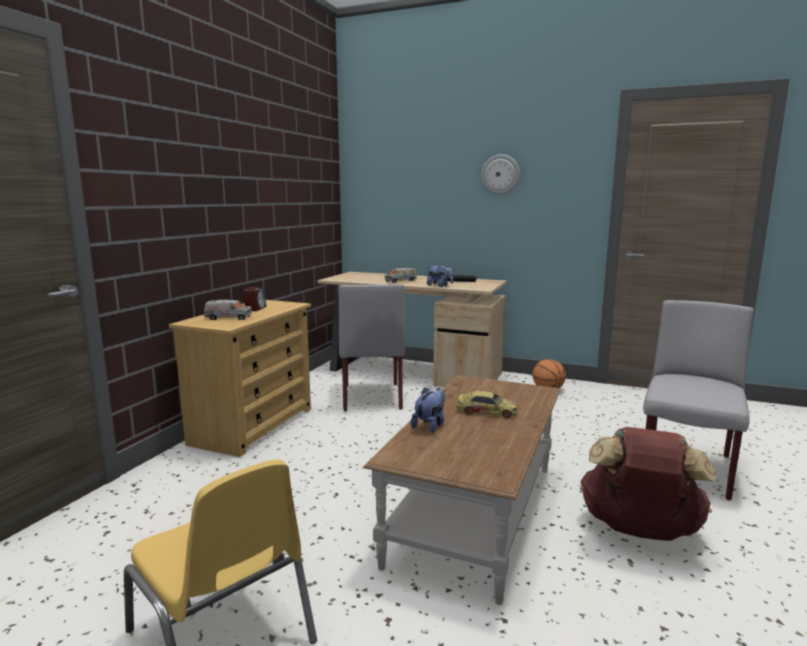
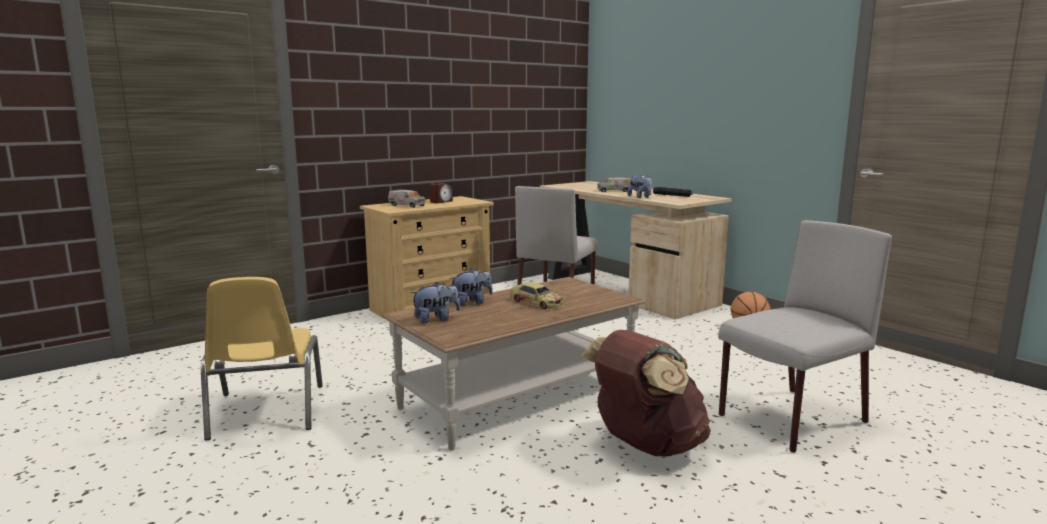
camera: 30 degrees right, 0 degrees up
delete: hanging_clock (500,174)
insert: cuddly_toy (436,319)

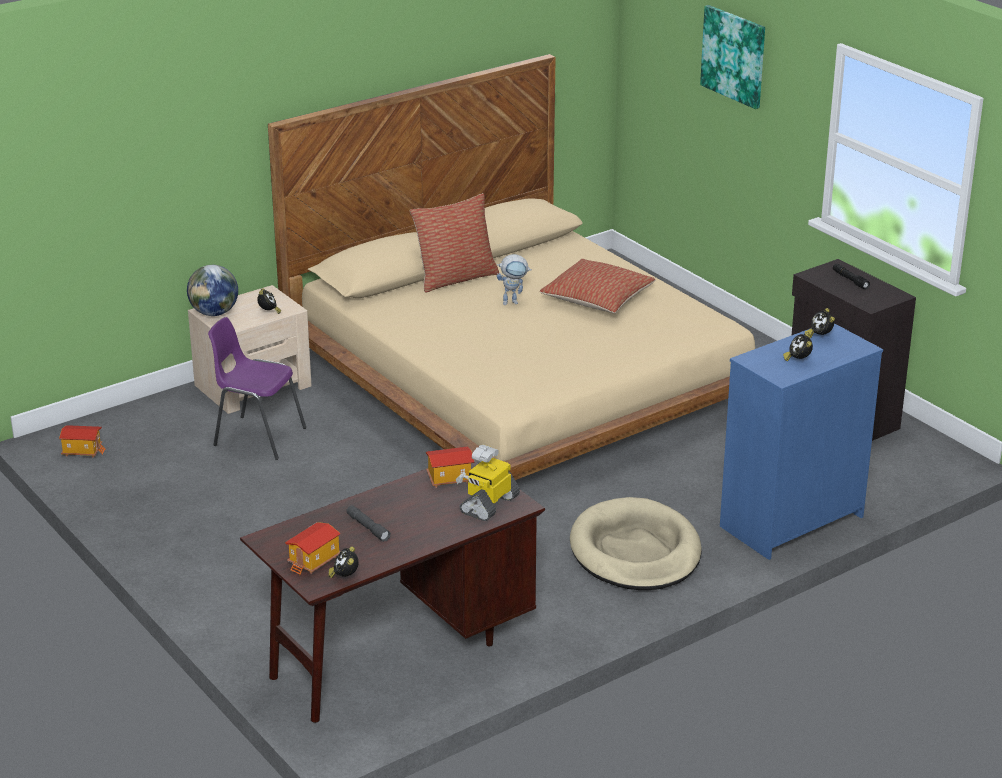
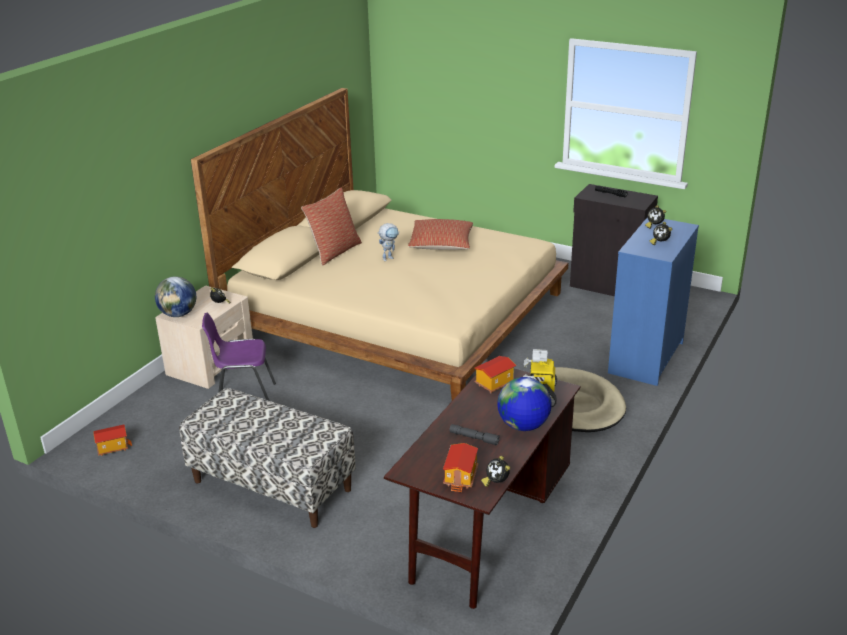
camera: 25 degrees left, 0 degrees up
delete: wall_picture (734,56)
insert: long_seat (271,486); desk_globe (523,426)

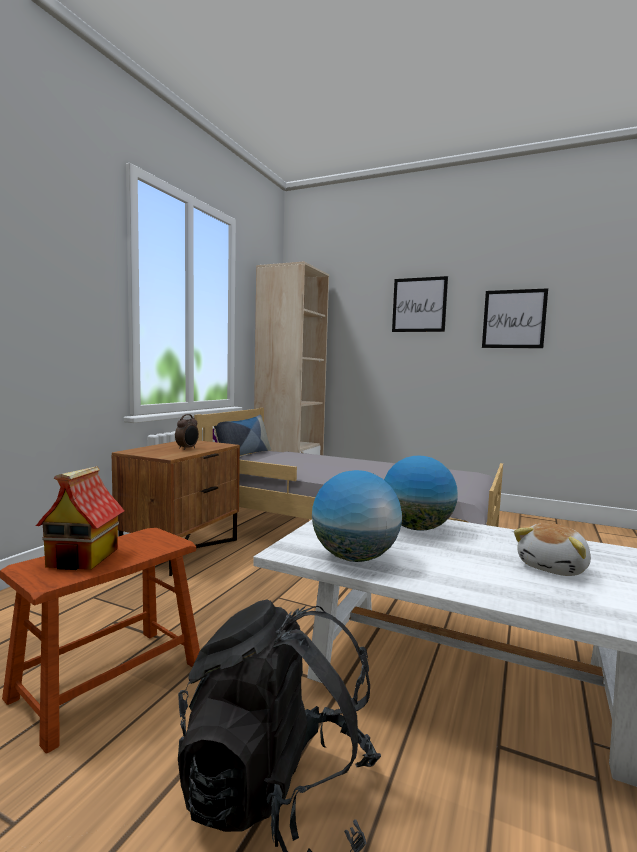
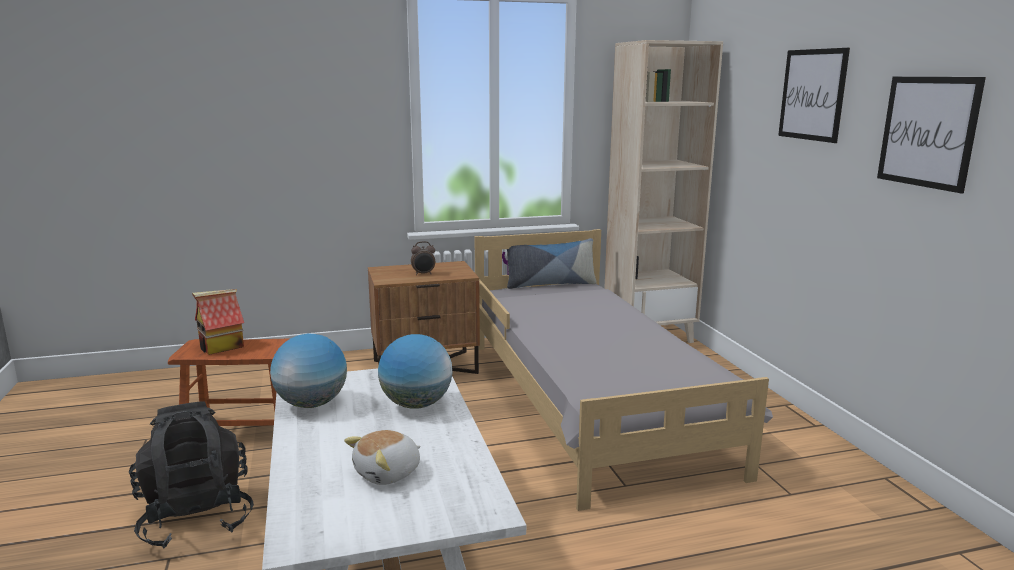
camera: 50 degrees right, 10 degrees up
rotate: cuddly_toy (554,567) = (388,473) 45 degrees counterclockwise

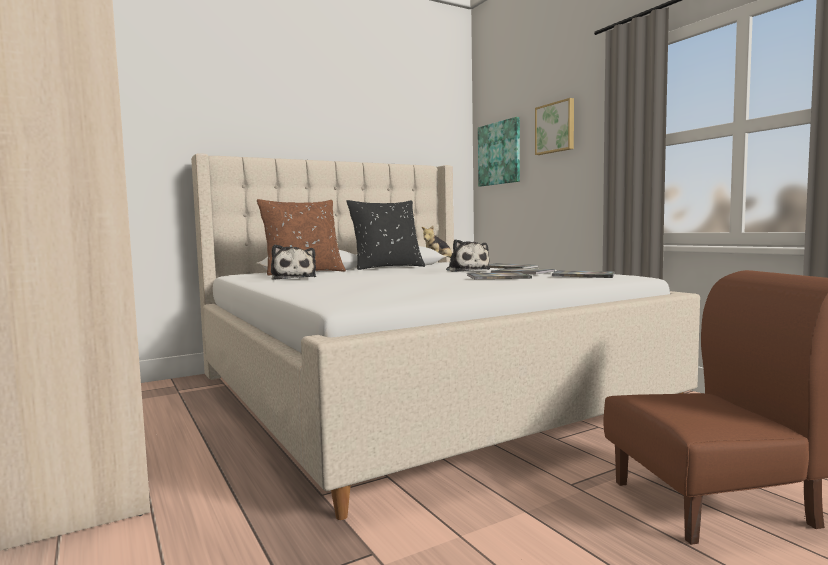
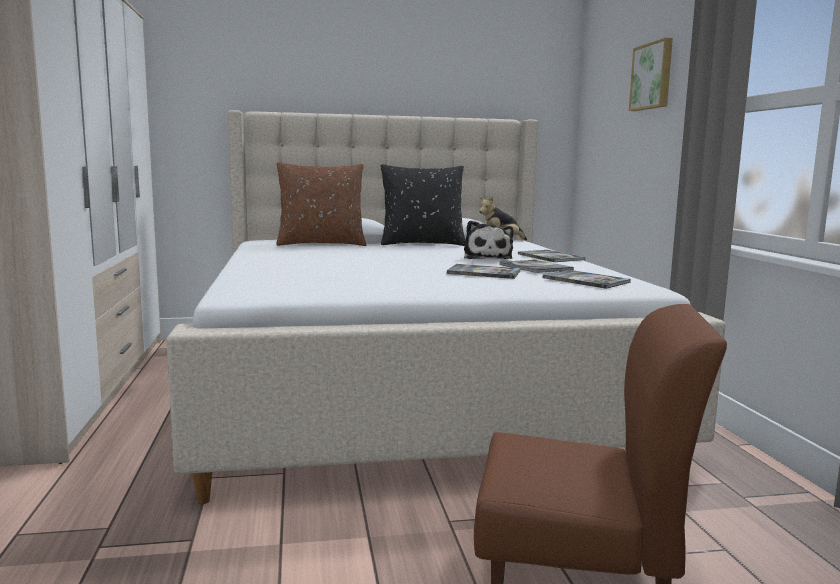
camera: 20 degrees right, 5 degrees up
delete: cuddly_toy (293,278); wall_picture (499,153)

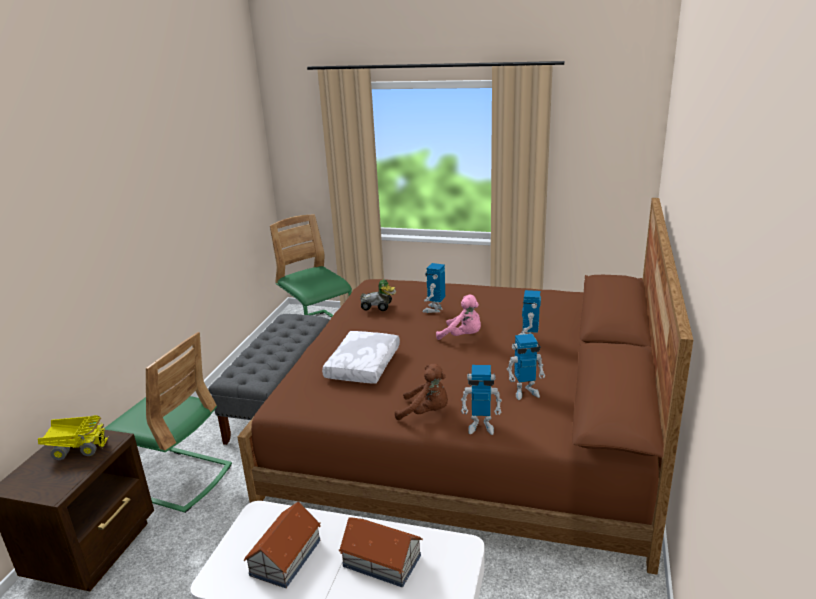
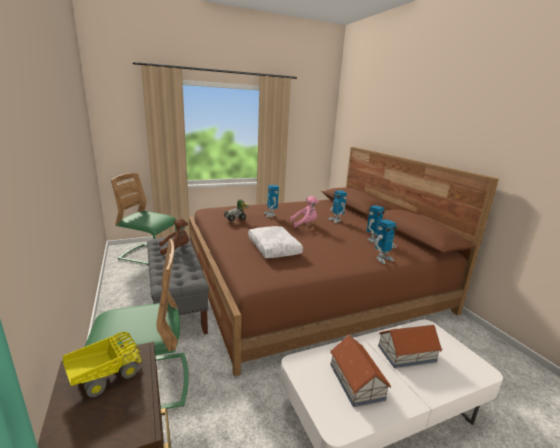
camera: 40 degrees left, 5 degrees down
move: brown_cuddly_toy (426,412) to (176,249)

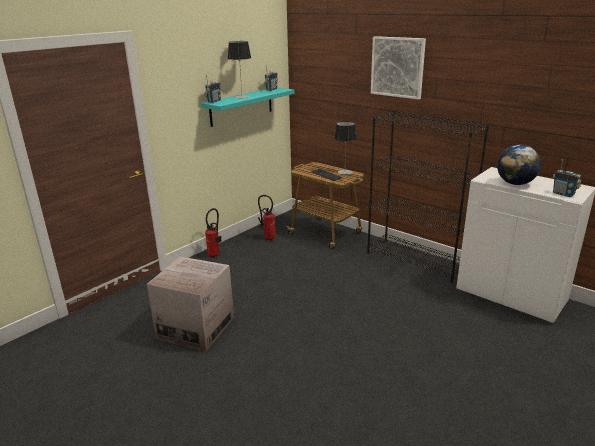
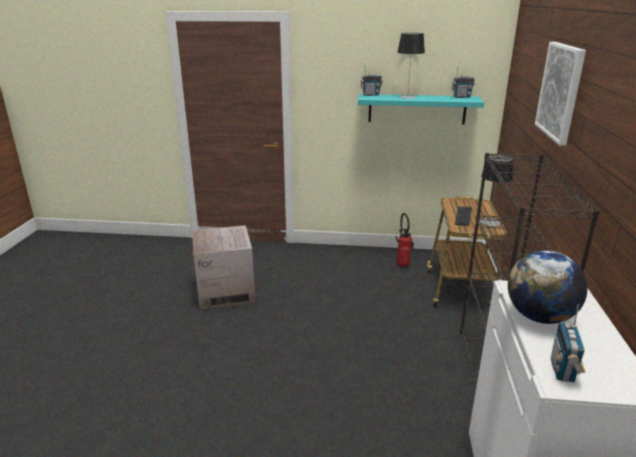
camera: 55 degrees right, 0 degrees up
delete: fire-fighting_cylinder (215,255)

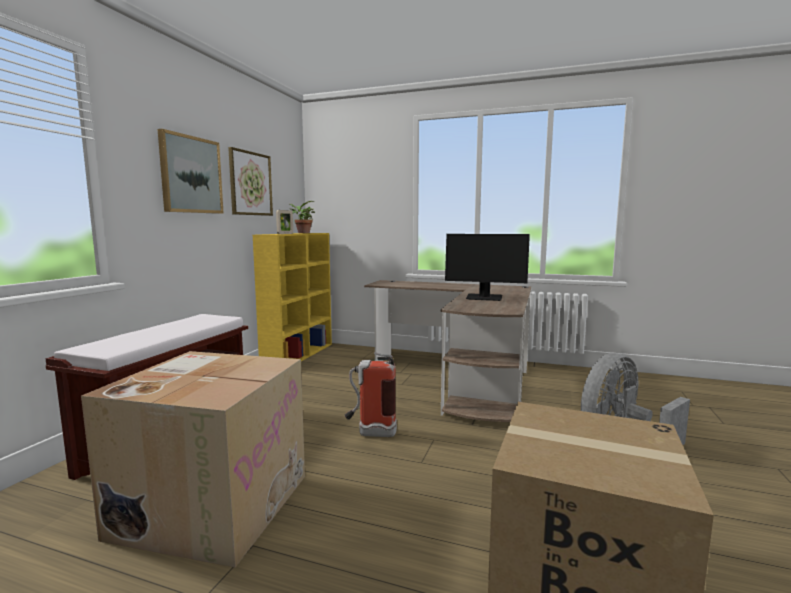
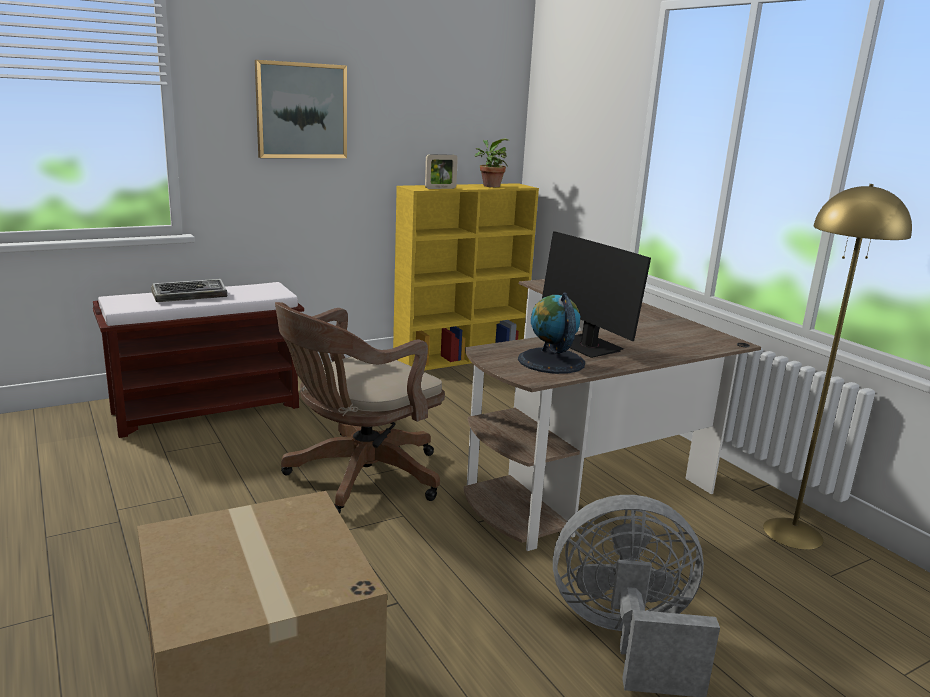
camera: 40 degrees right, 10 degrees up
delete: carton (212,503); wall_picture (250,183)
insert: PC_keyboard (190,296); desk_globe (551,361); yellowish_floor_lamp (793,533)
replace: fire-fighting_cylinder (370,433) to brown_office_chair (358,478)

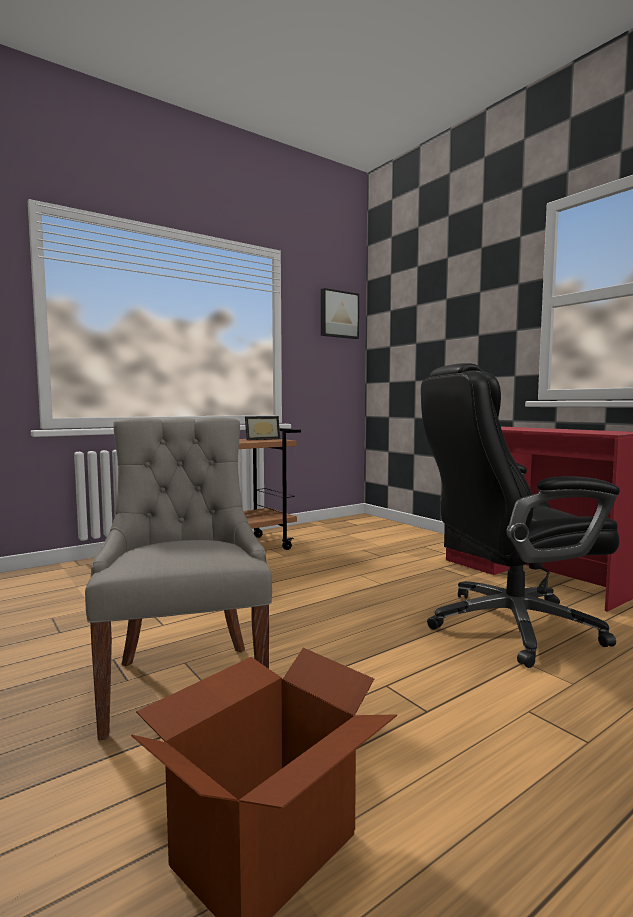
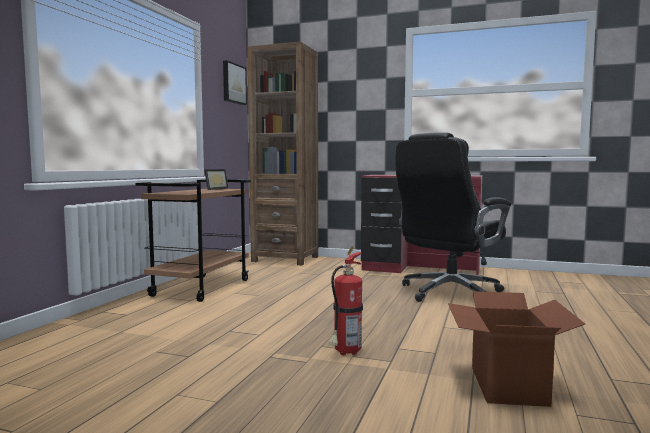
camera: 35 degrees left, 0 degrees up
insert: brown_bookcase (285,259)
replace: greyish_plain_chair (186,684) to fire-fighting_cylinder (345,353)

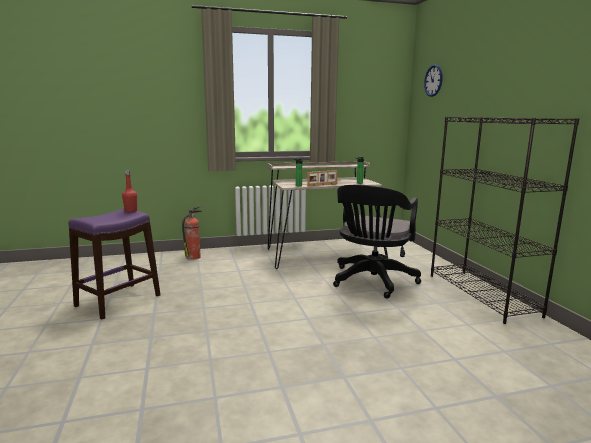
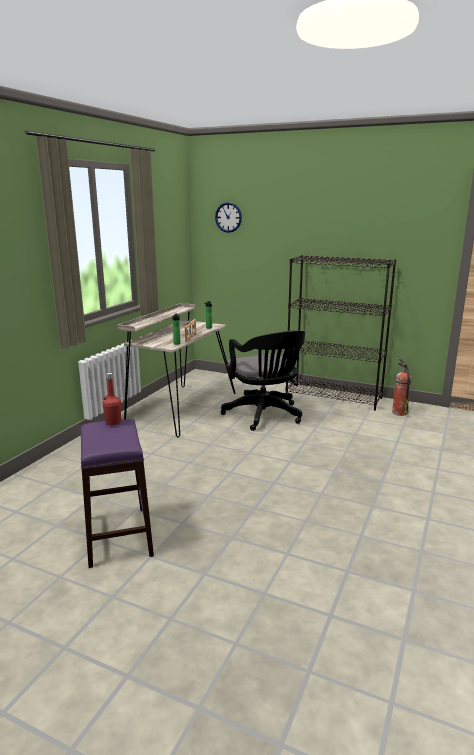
camera: 50 degrees left, 5 degrees up
move: fire-fighting_cylinder (194,257) to (399,412)

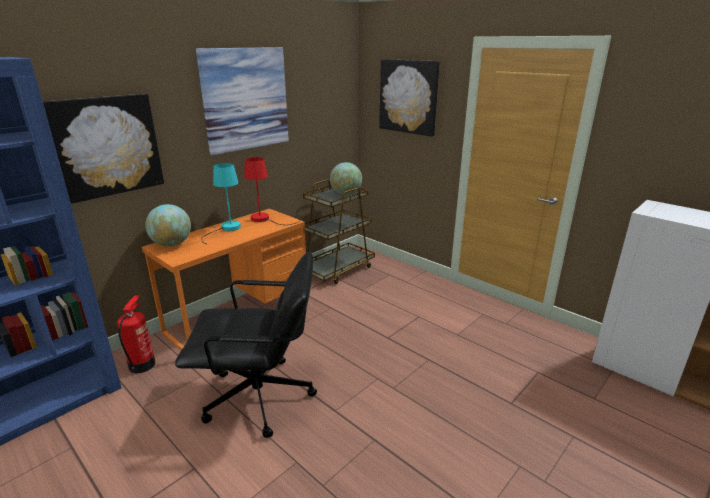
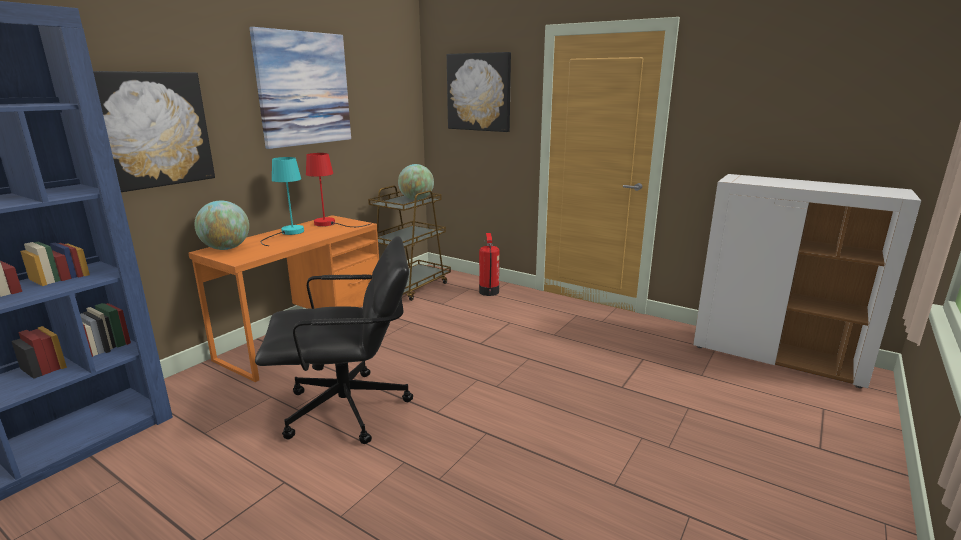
camera: 10 degrees left, 5 degrees down
move: fire-fighting_cylinder (142,364) to (489,291)

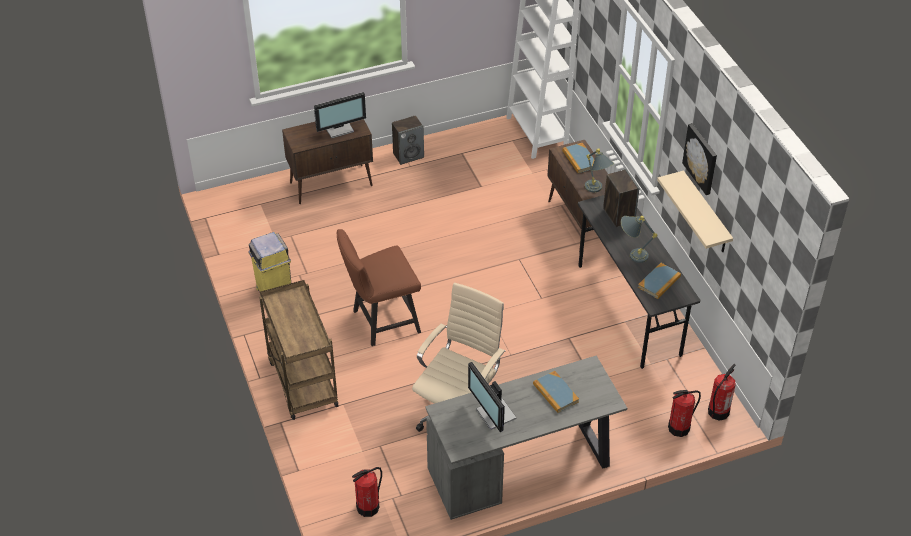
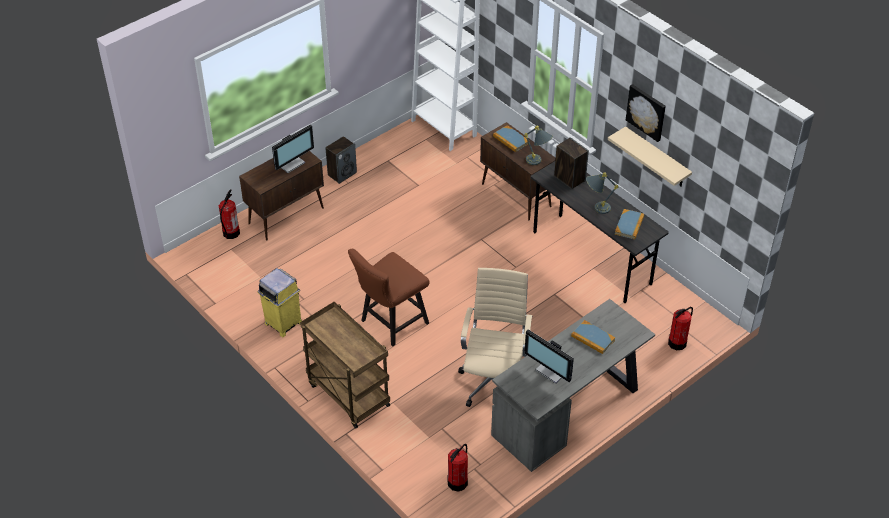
camera: 20 degrees left, 0 degrees up
move: fire-fighting_cylinder (718,412) to (231,233)

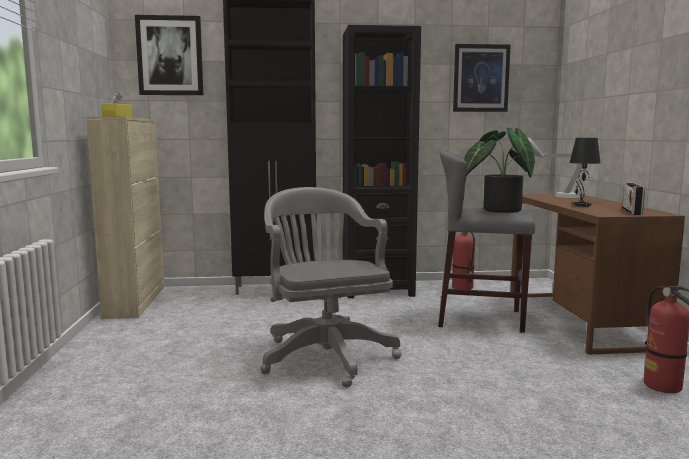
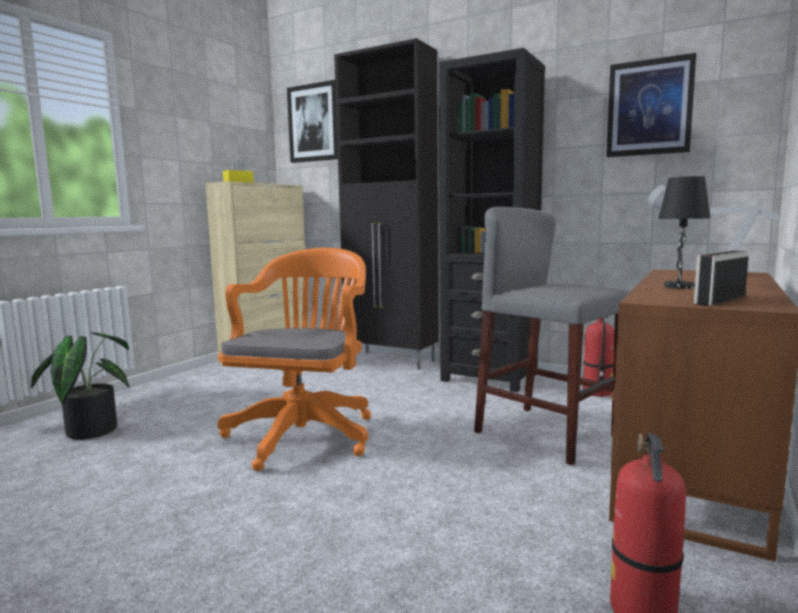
camera: 35 degrees right, 0 degrees up
move: potted_plant (497,210) to (89,429)
recolor: greyish_office_chair (325,355) to orange-coloured_office_chair (305,433)

